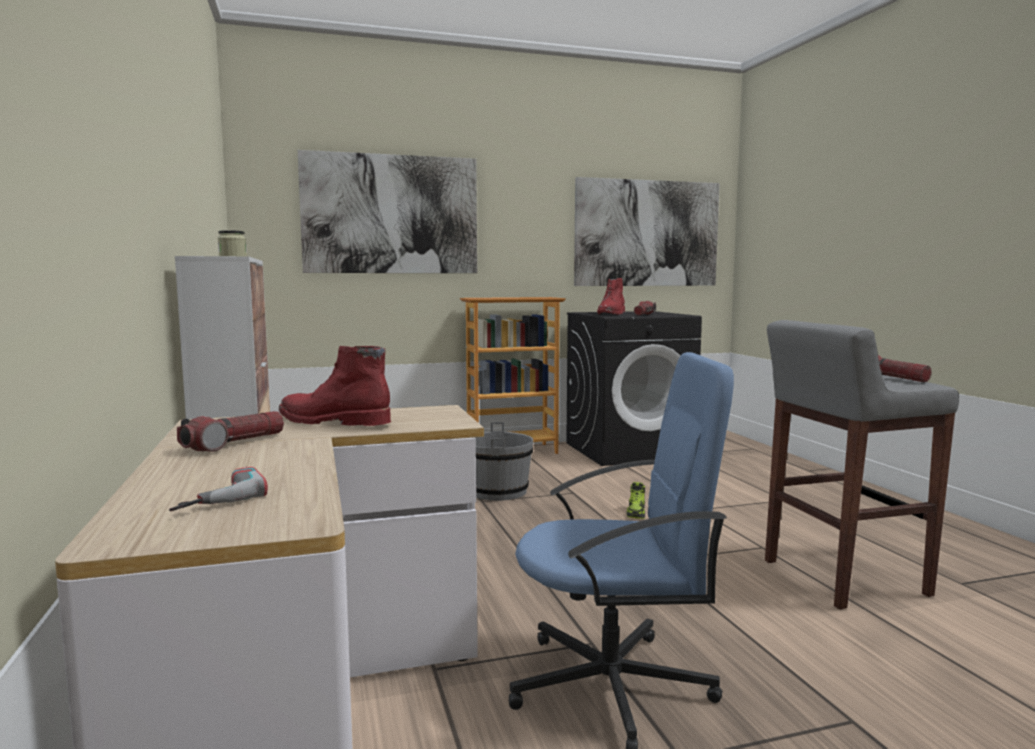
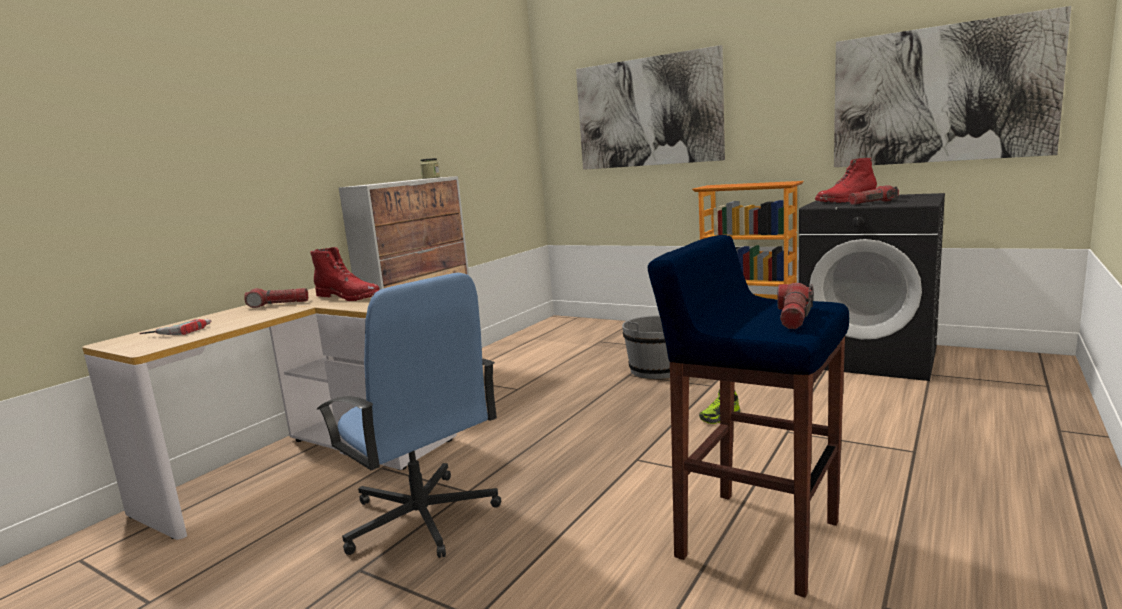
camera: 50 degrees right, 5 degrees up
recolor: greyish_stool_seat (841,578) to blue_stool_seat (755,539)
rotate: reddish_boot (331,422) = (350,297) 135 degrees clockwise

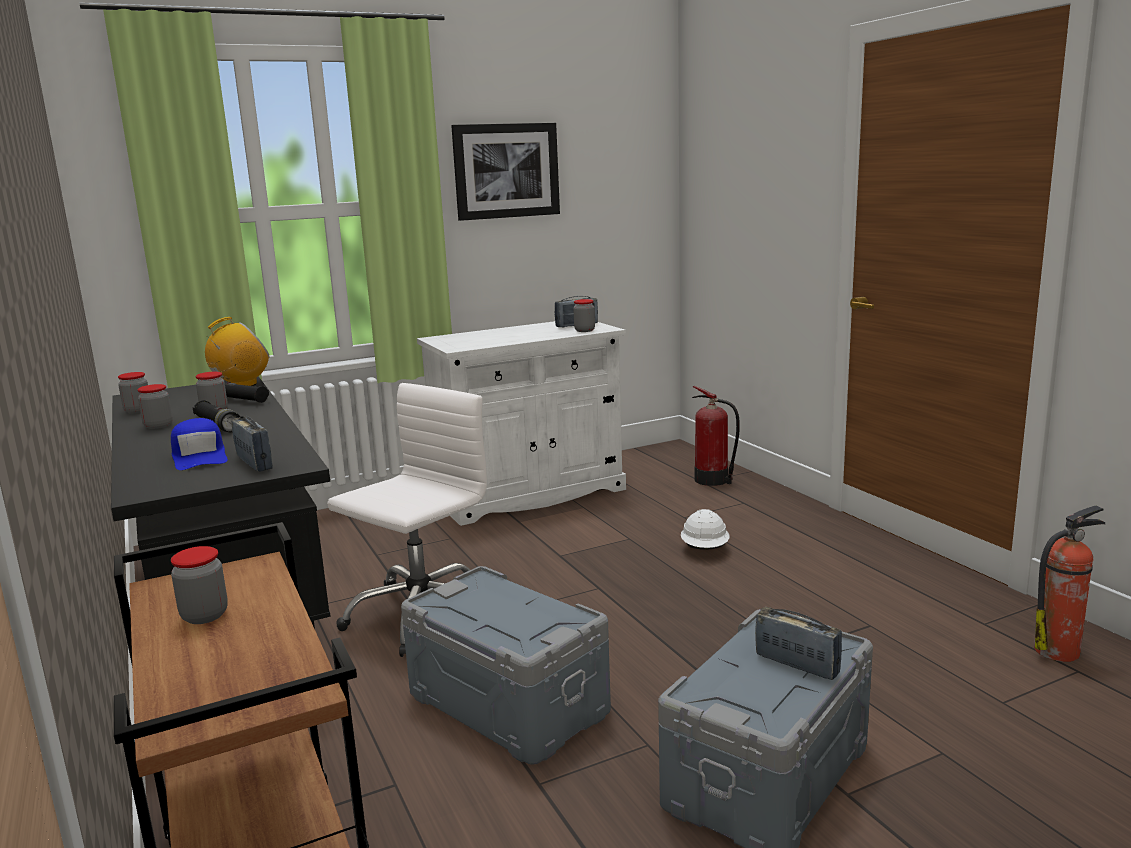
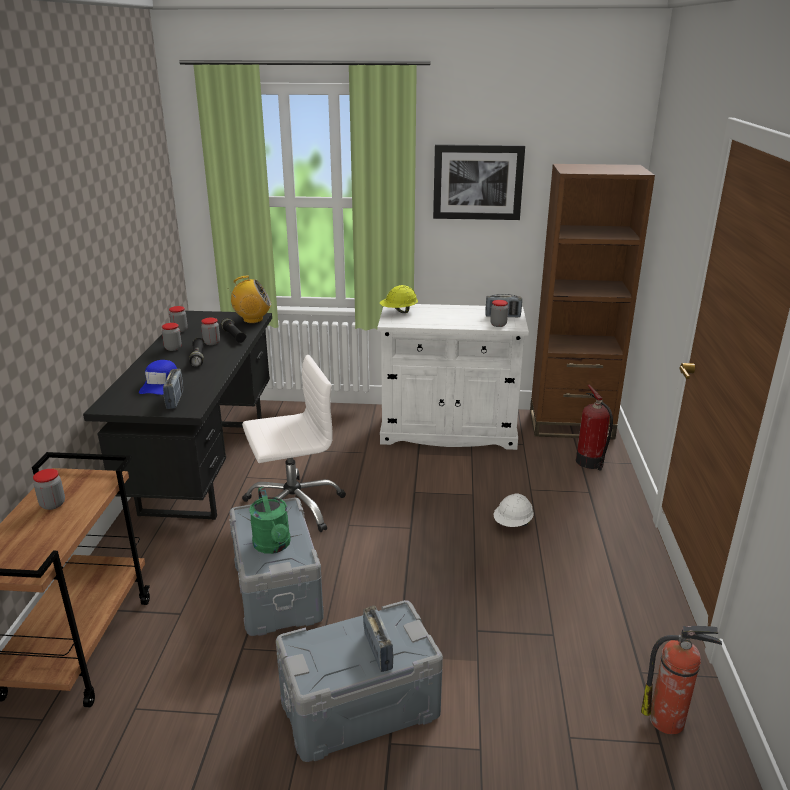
camera: 30 degrees right, 10 degrees up
insert: green-coloured_watering_pot (273,546); yellowish_hard_hat (399,312); brown_bookcase (571,425)

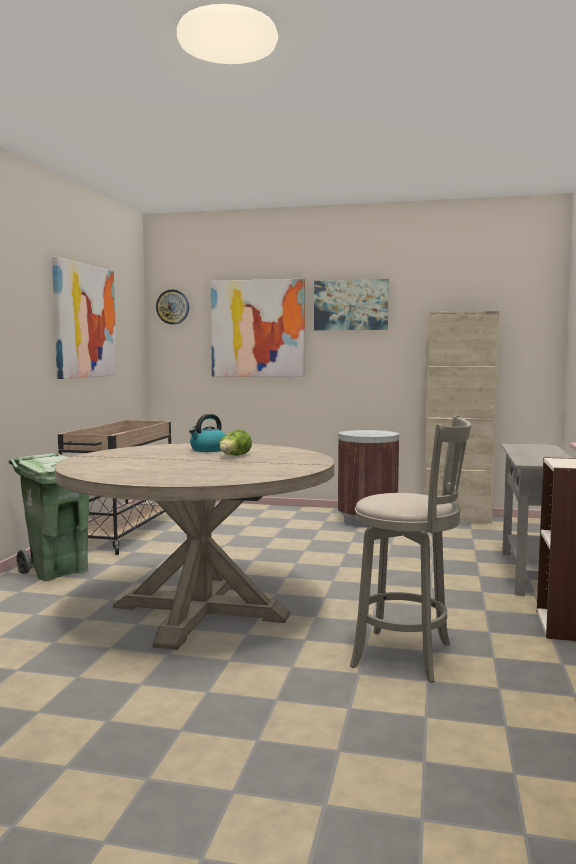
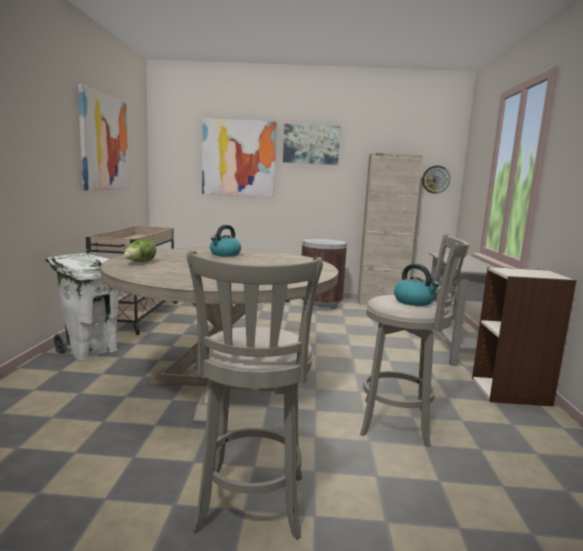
camera: 10 degrees left, 5 degrees up
insert: greyish_stool_seat (250,507); tea_kettle (414,302)
move: head_of_lettuce (234,456) to (139,262); hanging_clock (173,307) to (435,179)
recolor: green-coloured_waste_bin (57,571) to white-coloured_waste_bin (90,350)

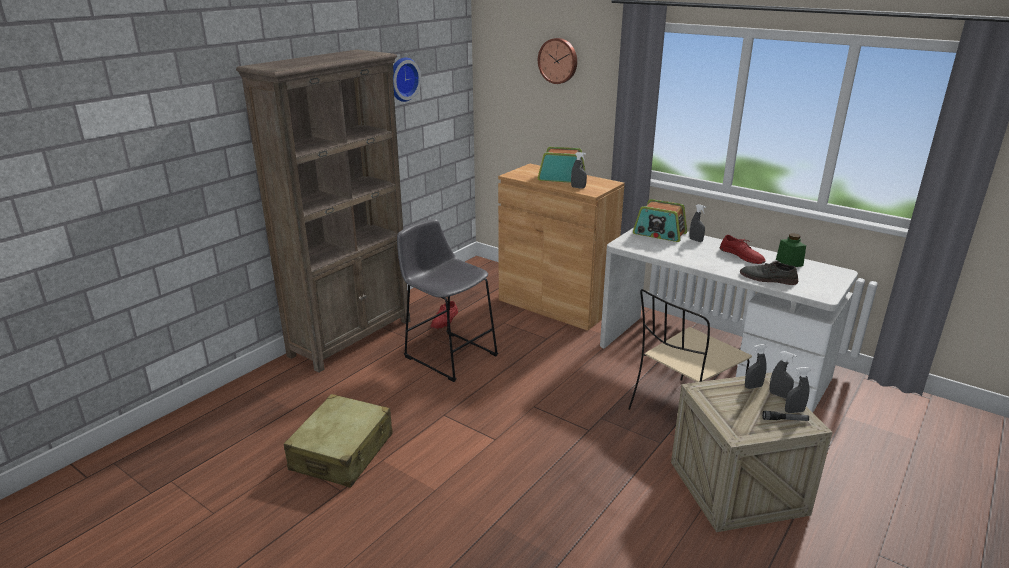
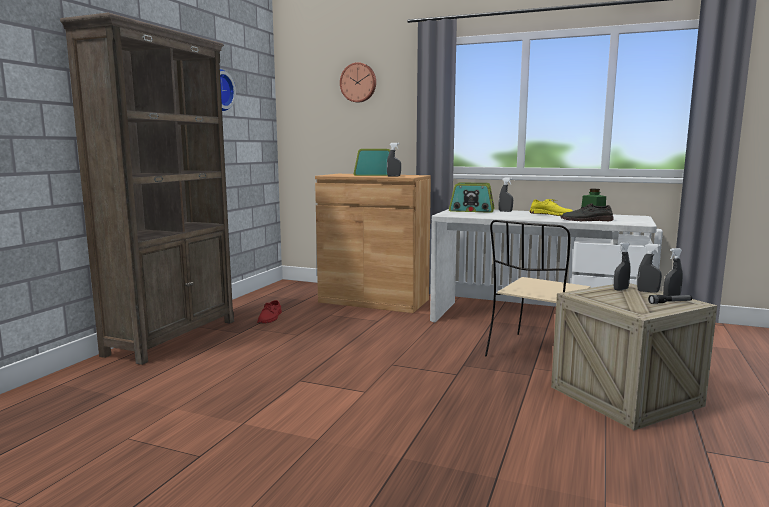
camera: 15 degrees left, 15 degrees down
delete: beige_travel_case (342,452); greyish_stool_seat (447,354)
recolor: reddish_item_of_footwear (742,255) to yellowish_item_of_footwear (551,214)

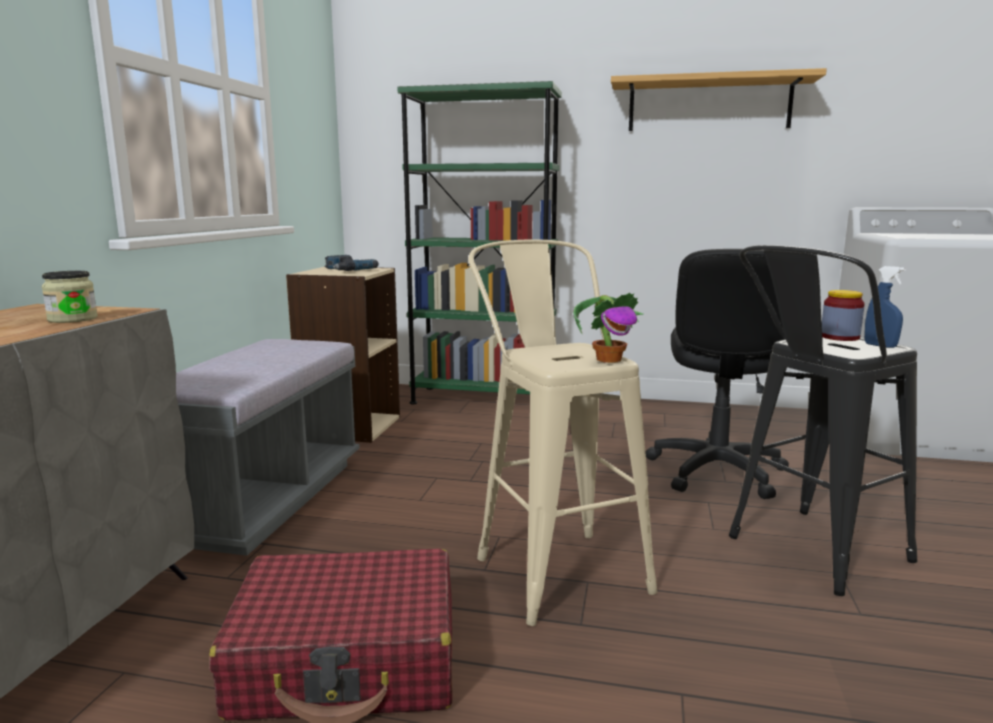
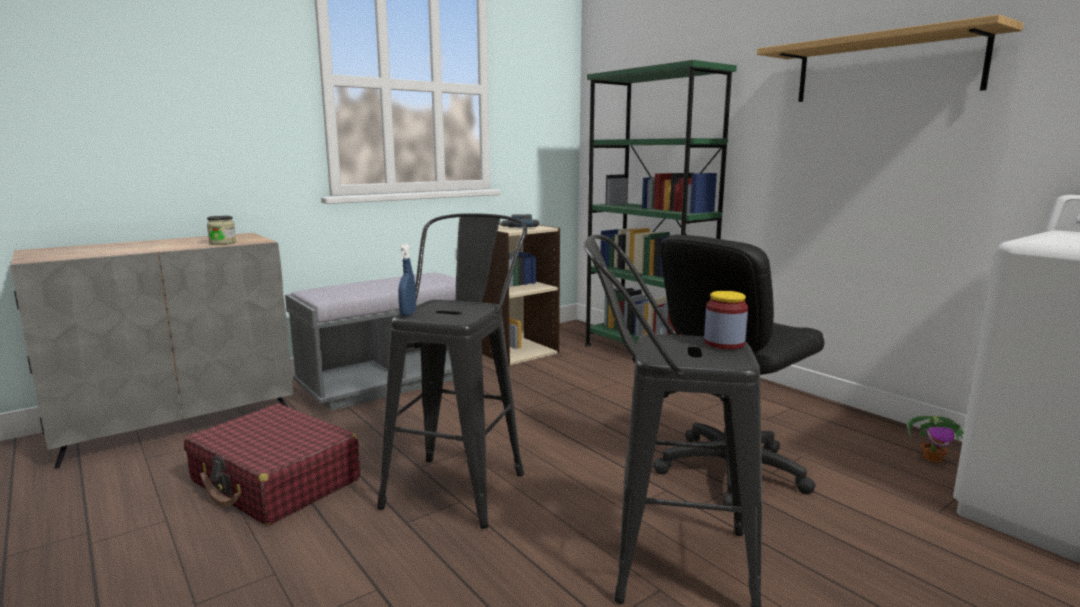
camera: 40 degrees right, 0 degrees up
move: blue_sprayer (880,346) to (408,314); potted_plant (609,359) to (932,458)
recolor: beige_stool_seat (554,565) to black_stool_seat (461,483)

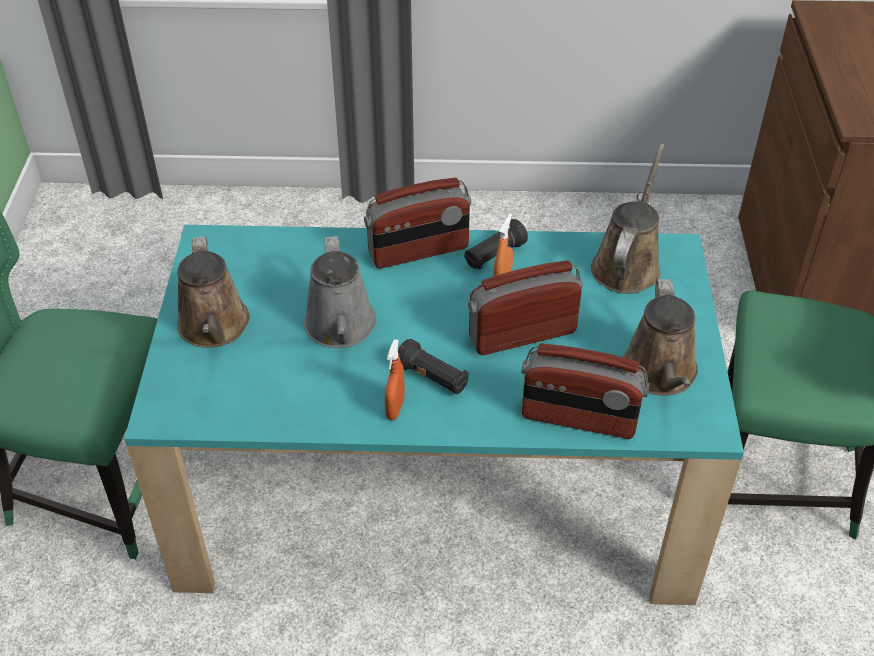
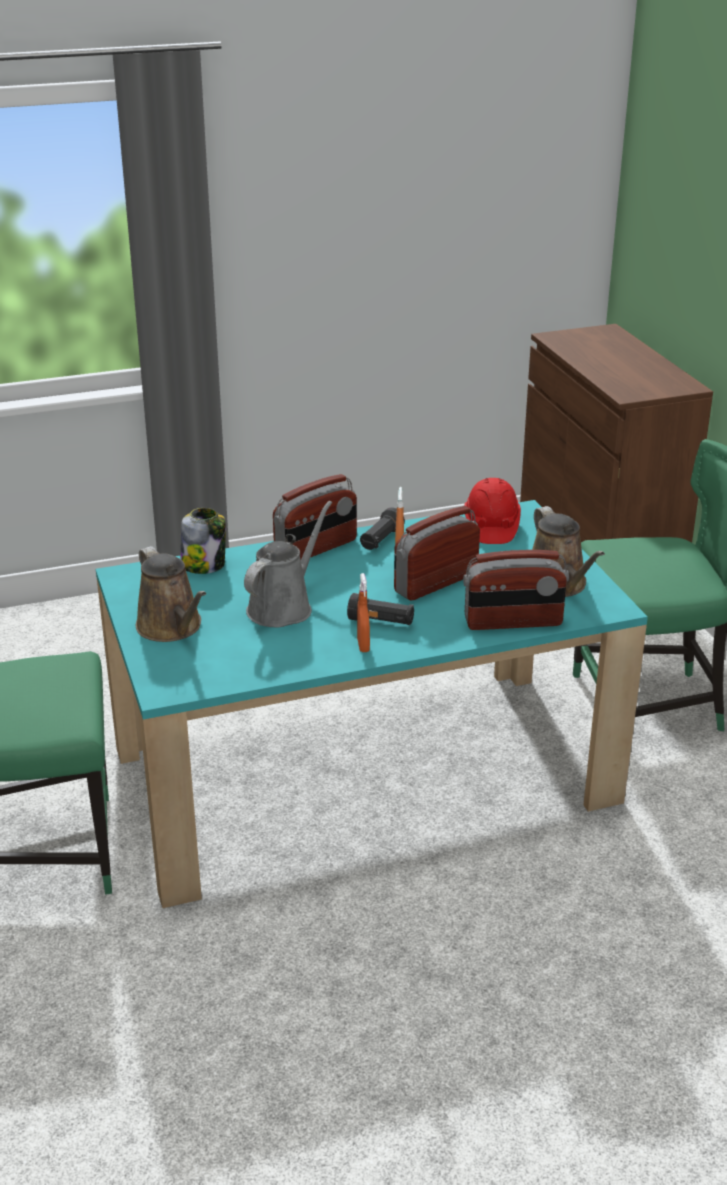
camera: 20 degrees left, 15 degrees down
insert: jar (204,564)
replace: brown_watering_pot (627,264) to reddish_hard_hat (491,527)
rotate: greyish_watering_pot (341,328) = (283,607) 120 degrees counterclockwise

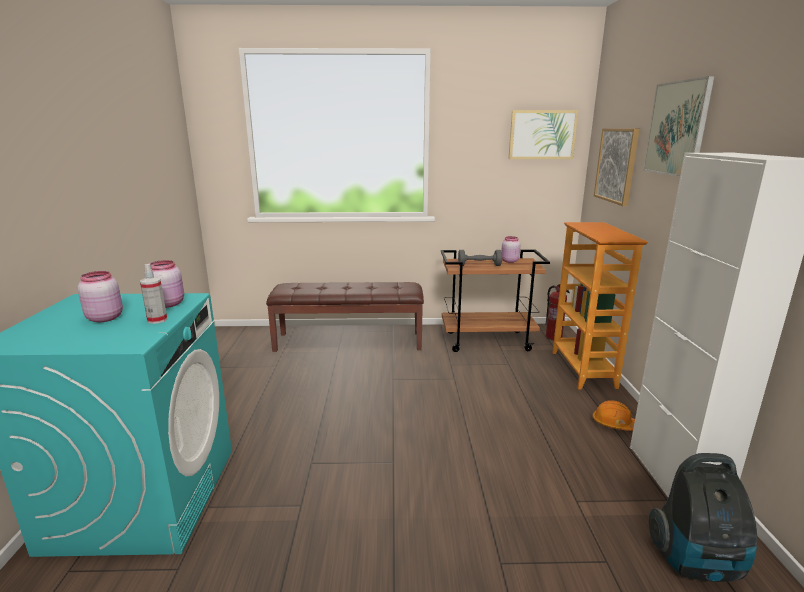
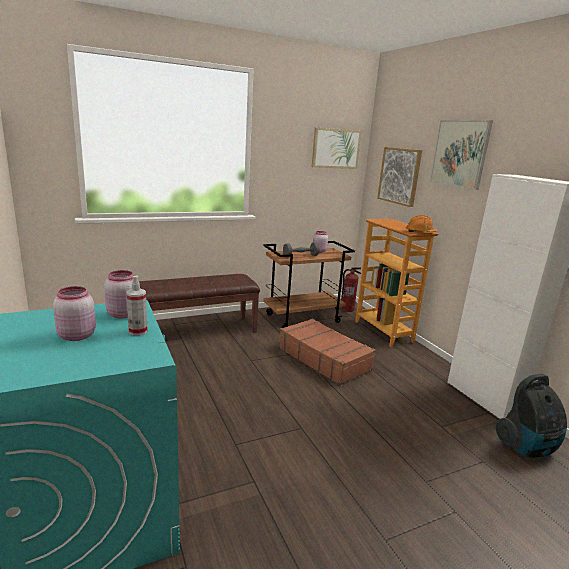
camera: 25 degrees left, 0 degrees up
insert: brown_travel_case (324,359)
move: orange-coloured_hard_hat (613,424) to (420,232)

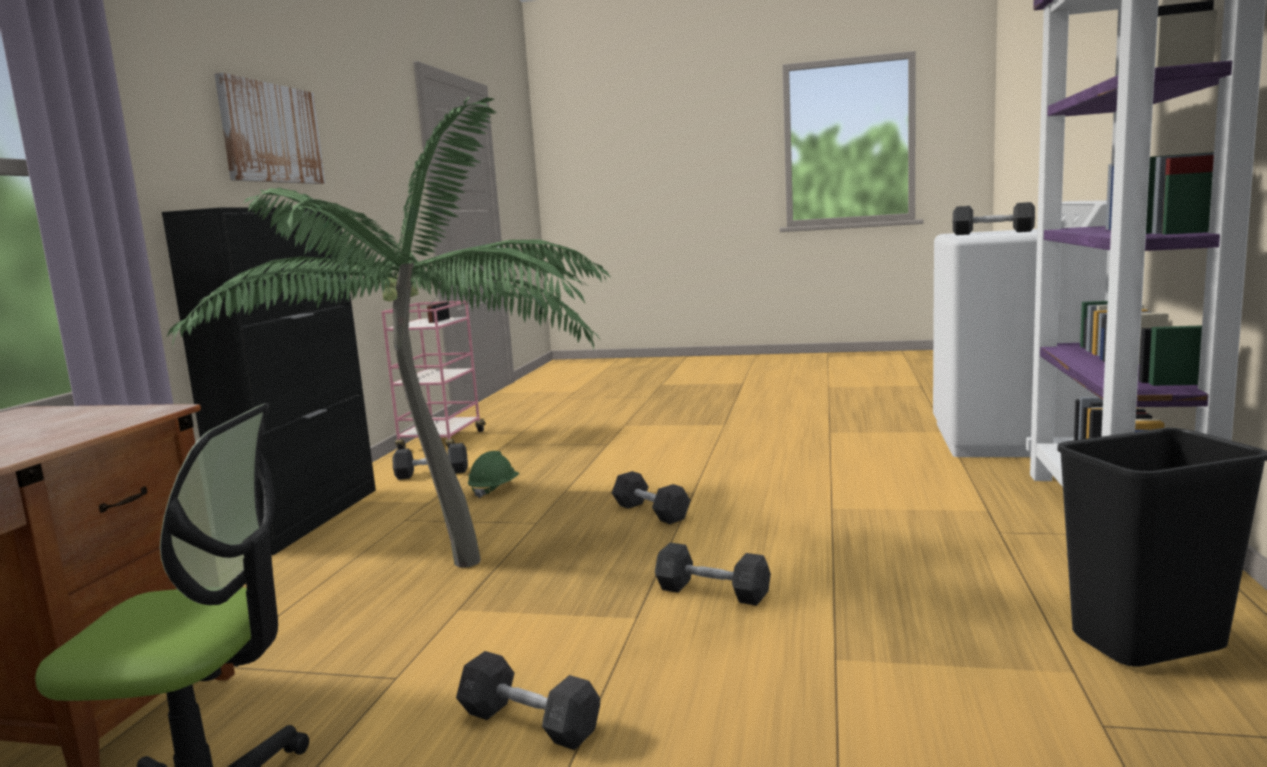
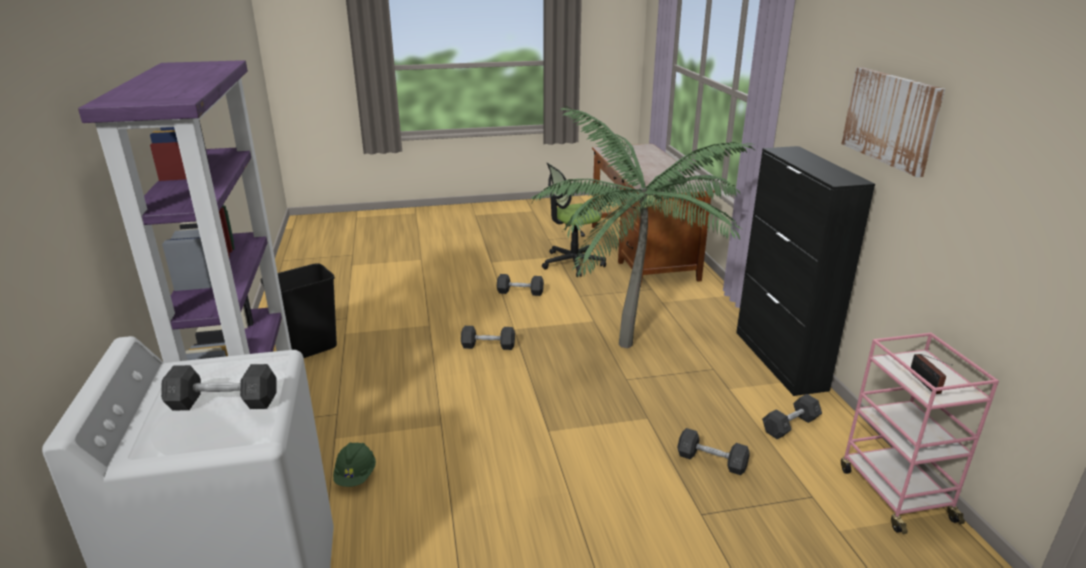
camera: 155 degrees right, 15 degrees up
move: green-coloured_hard_hat (494,490) to (356,476); greyish_free_weight (651,512) to (711,461)

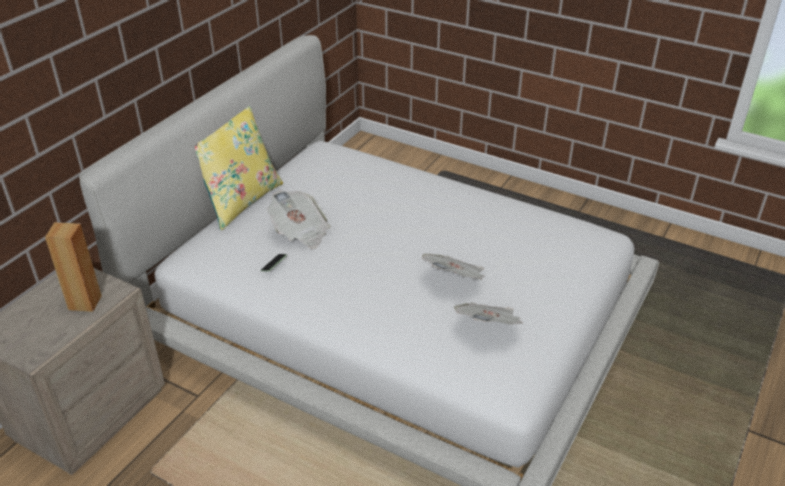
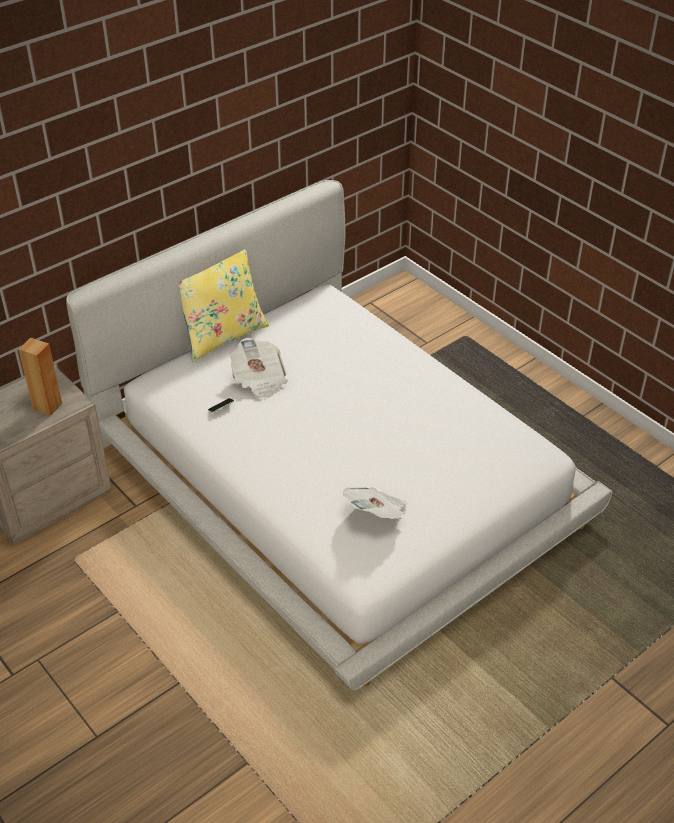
camera: 20 degrees right, 5 degrees up
delete: daily_paper (455,279)

